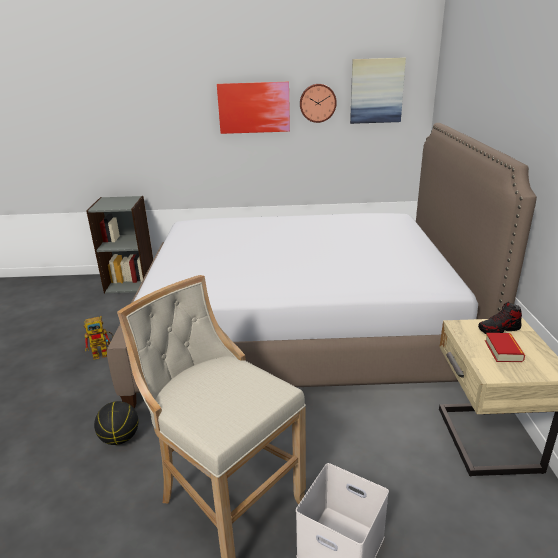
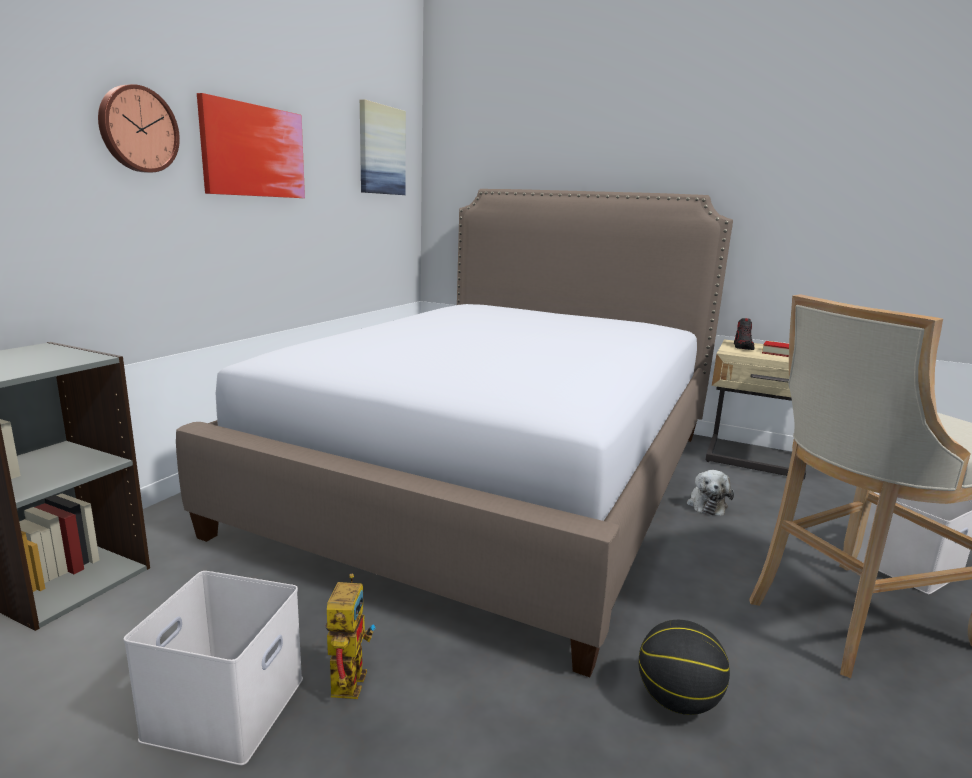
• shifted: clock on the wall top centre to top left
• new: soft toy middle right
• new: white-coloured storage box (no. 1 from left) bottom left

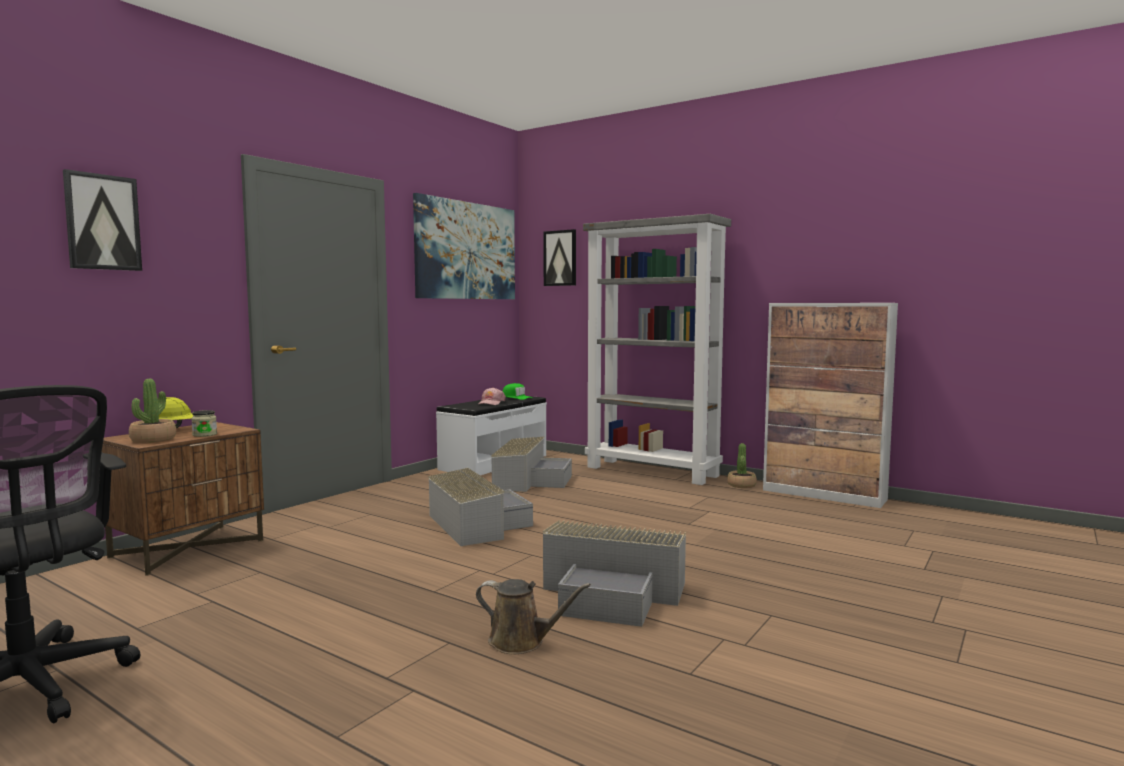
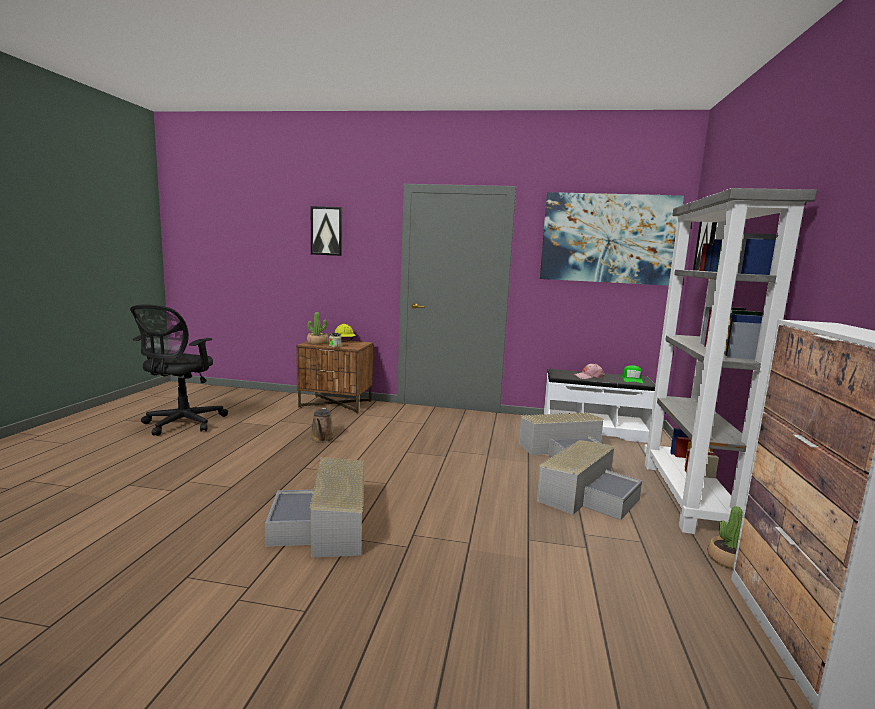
• shifted: gray storage box (no. 1 from left in the first image) centre to gray storage box (no. 3 from left) bottom right
• shifted: brownish watering can bottom centre to centre

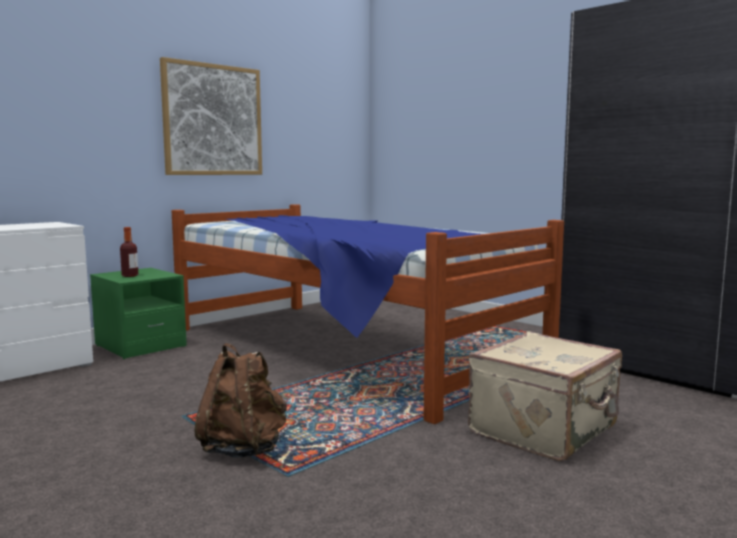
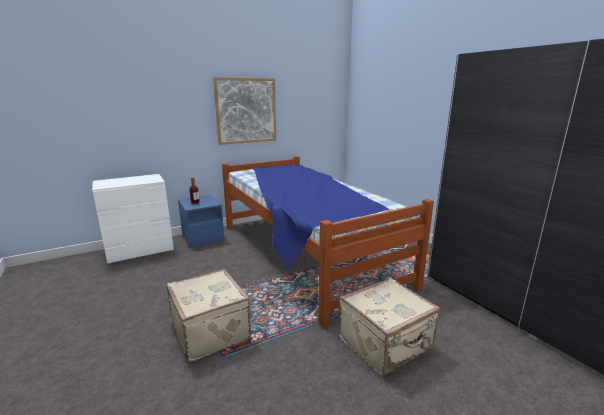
• repainted: green bedside table middle left to bluish bedside table middle left
• swapped: brownish rucksack bottom left to sand-coloured suitcase (no. 1 from left) bottom centre

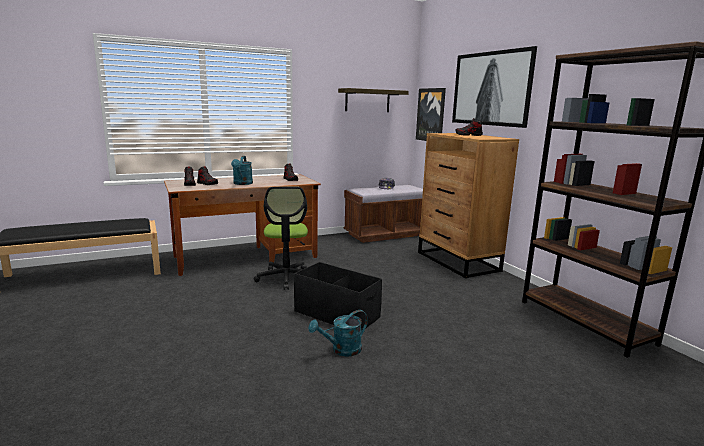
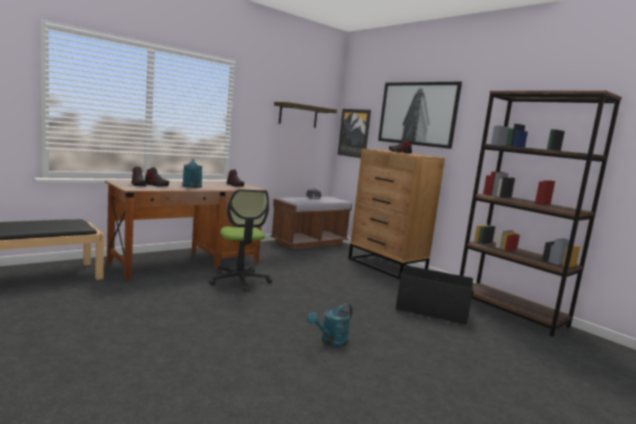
• shifted: blackish storage box centre to bottom right

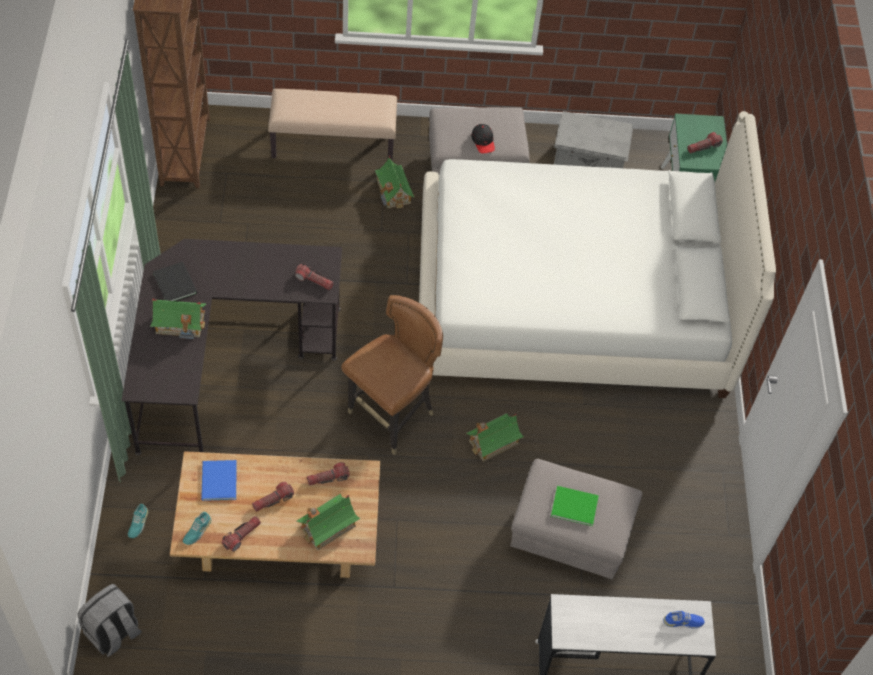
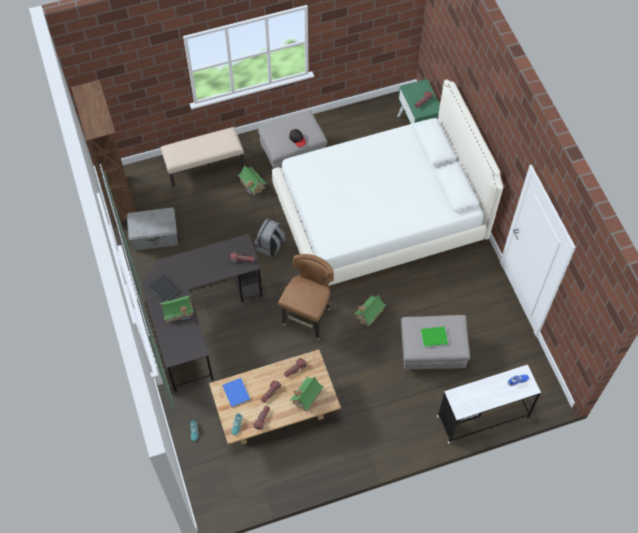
• shifted: gray storage box top right to middle left
• shifted: gray rucksack bottom left to centre

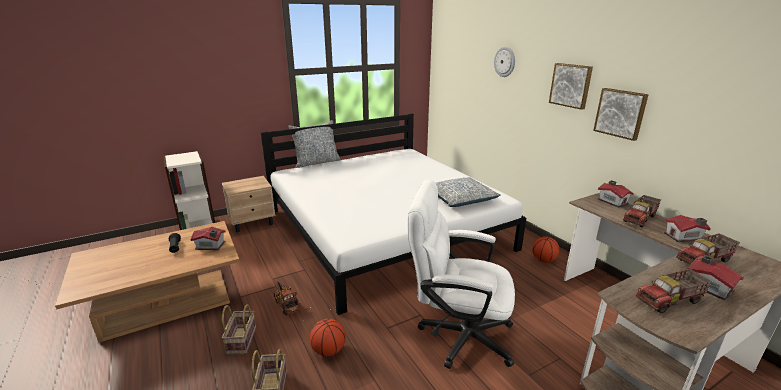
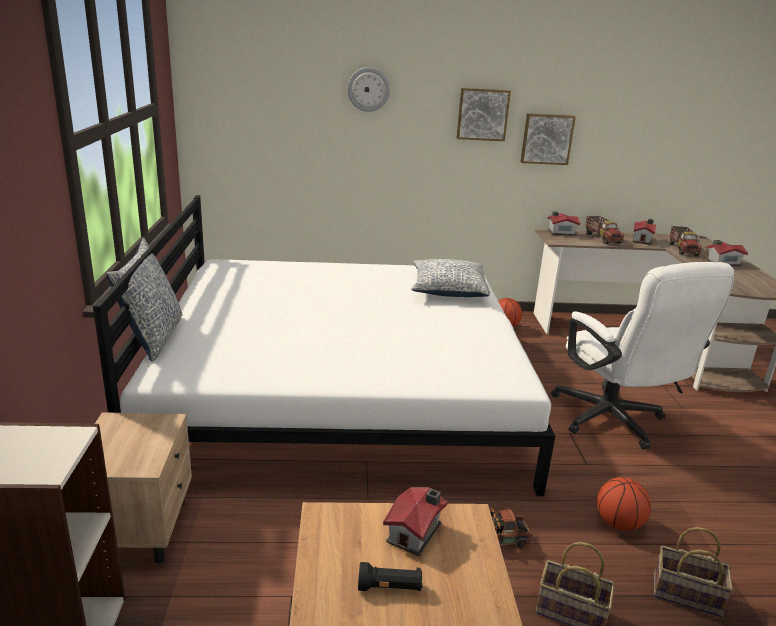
• rotated: white-coloured office chair bottom centre = middle right 60 degrees counterclockwise
• gone: model truck (no. 3 from left) bottom right

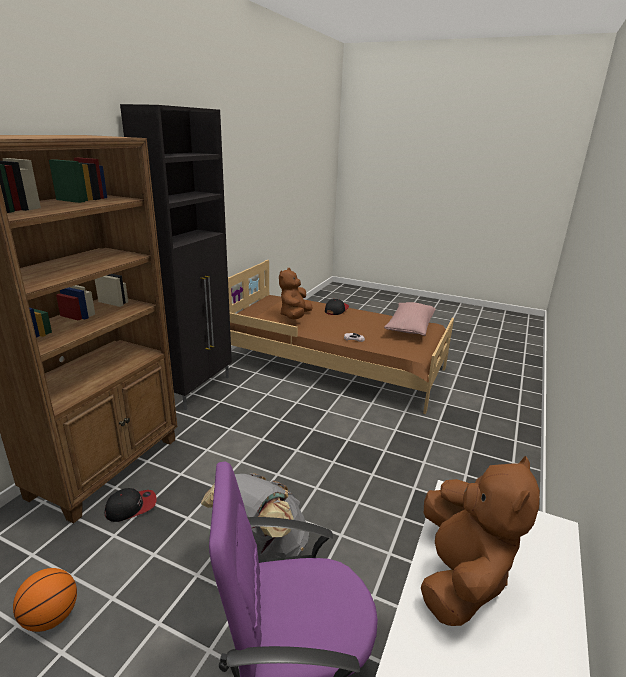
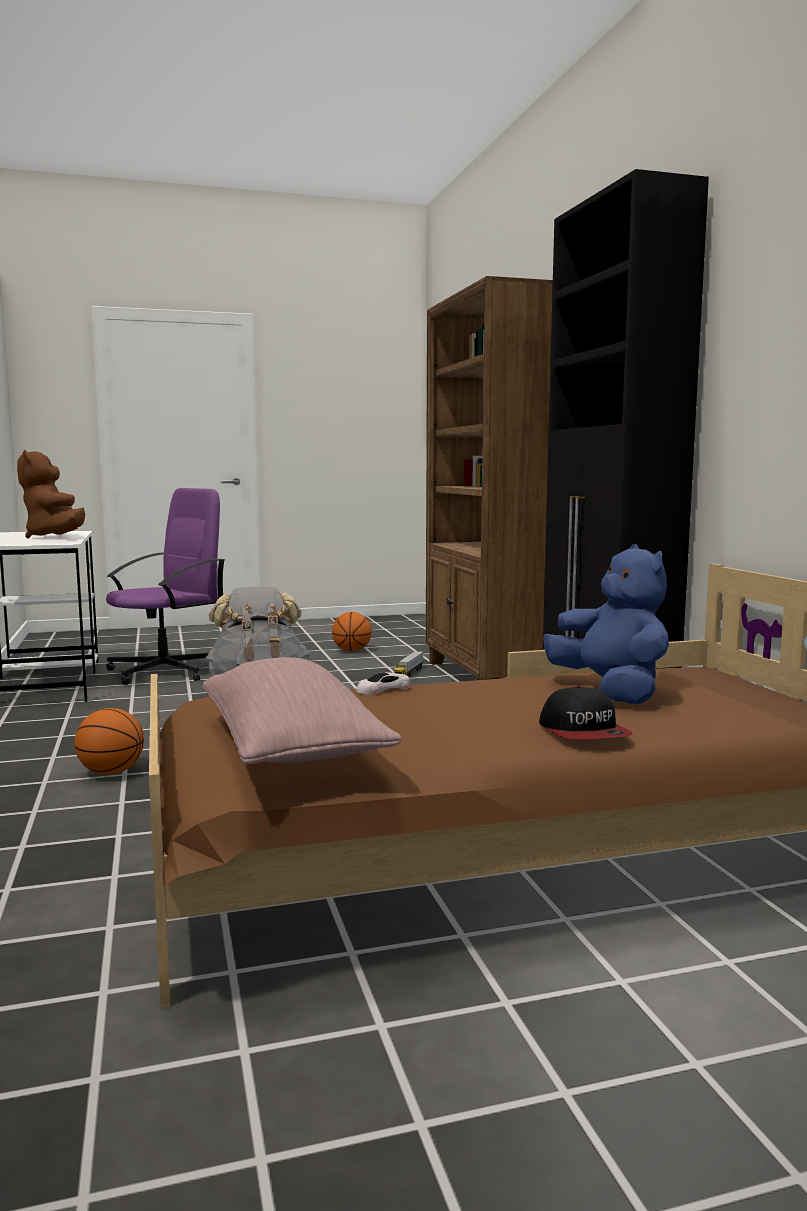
• repainted: brownish soft toy (no. 1 from left) centre to bluish soft toy middle right
• swapped: cap (no. 1 from left) bottom left to model truck centre
• new: basketball ball (no. 1 from left) middle left

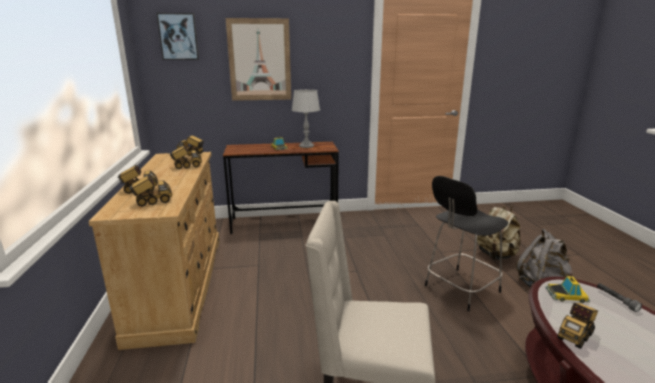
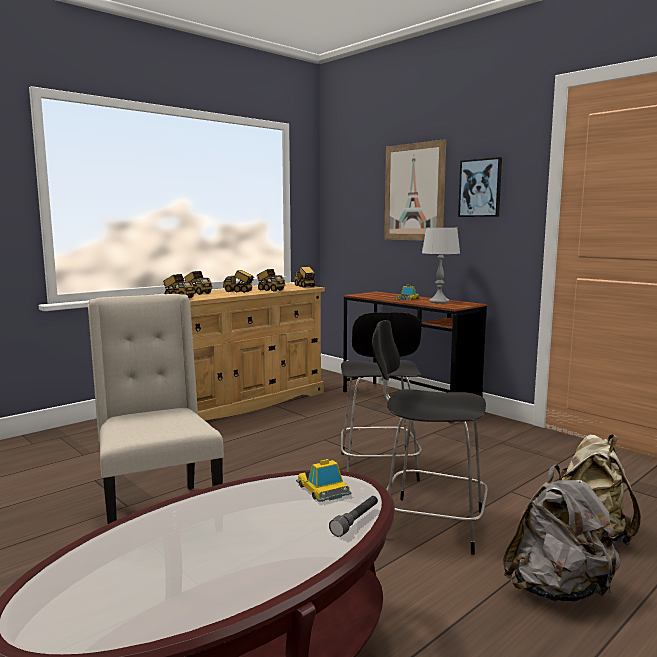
• shifted: wall picture (no. 1 from left in the first image) top left to wall picture (no. 2 from left) top right
• shifted: model truck (no. 5 from left in the first image) bottom right to model truck (no. 3 from left) centre
• new: blackish chair (no. 1 from left) centre

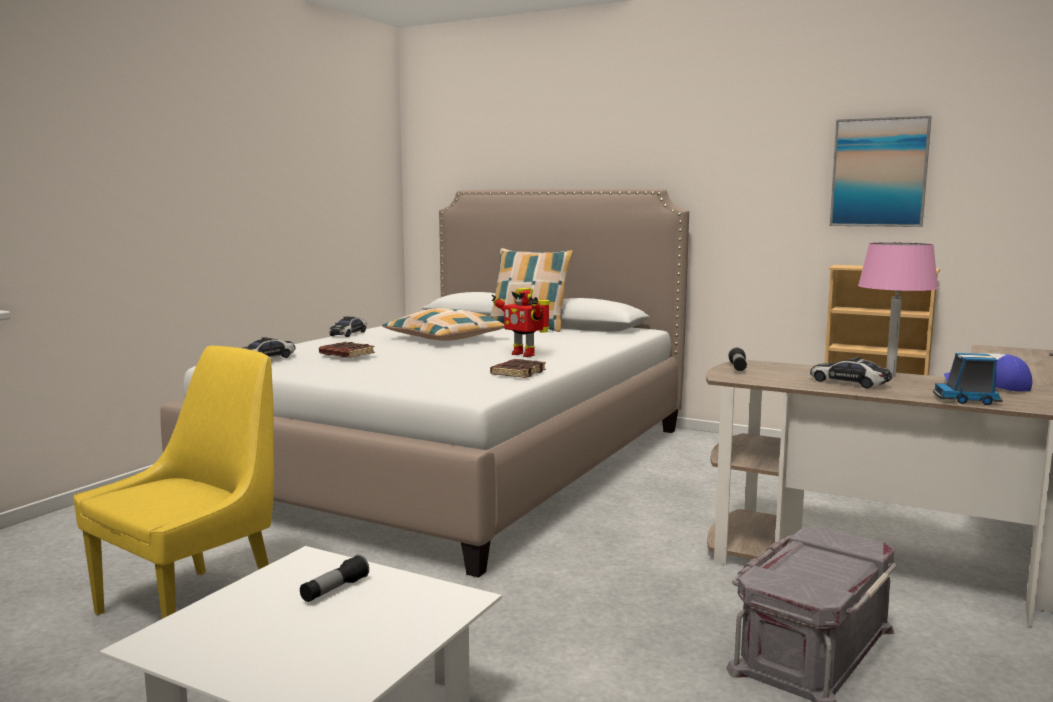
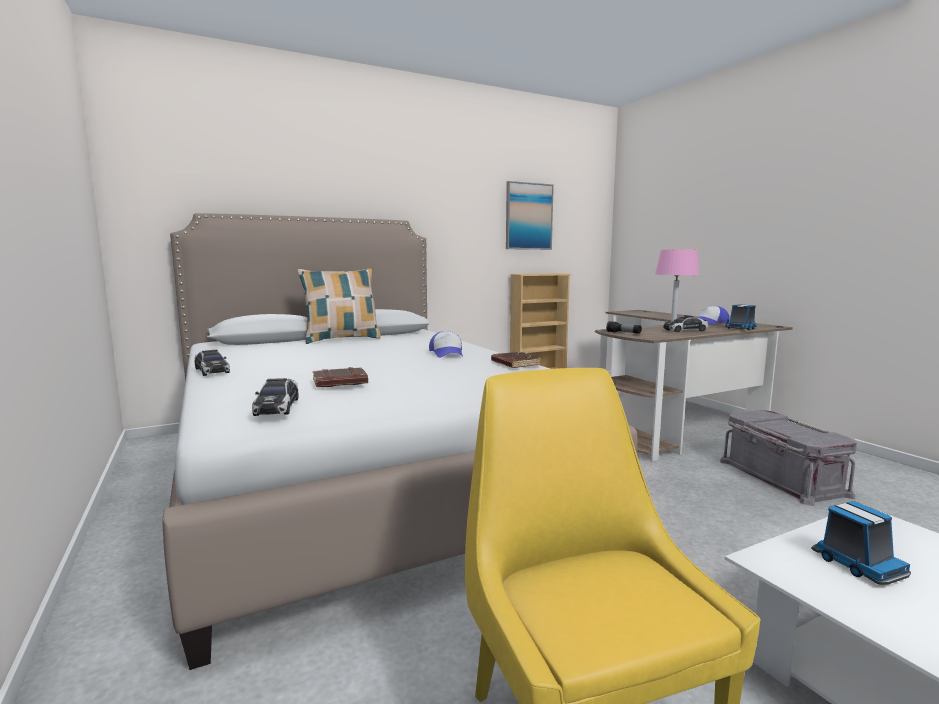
• swapped: toy robot centre to cap (no. 1 from left) centre
• gone: pillow (no. 1 from left) centre
• swapped: torch (no. 1 from left) bottom left to model truck (no. 2 from left) bottom right

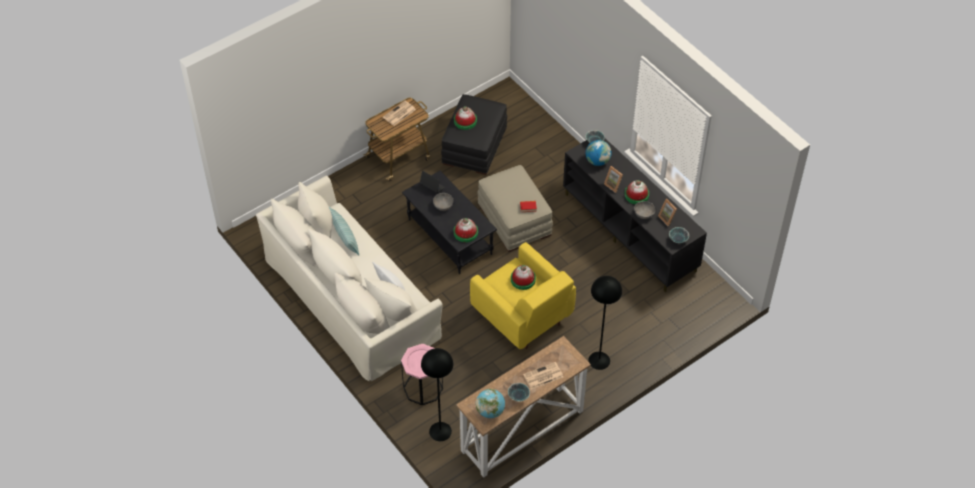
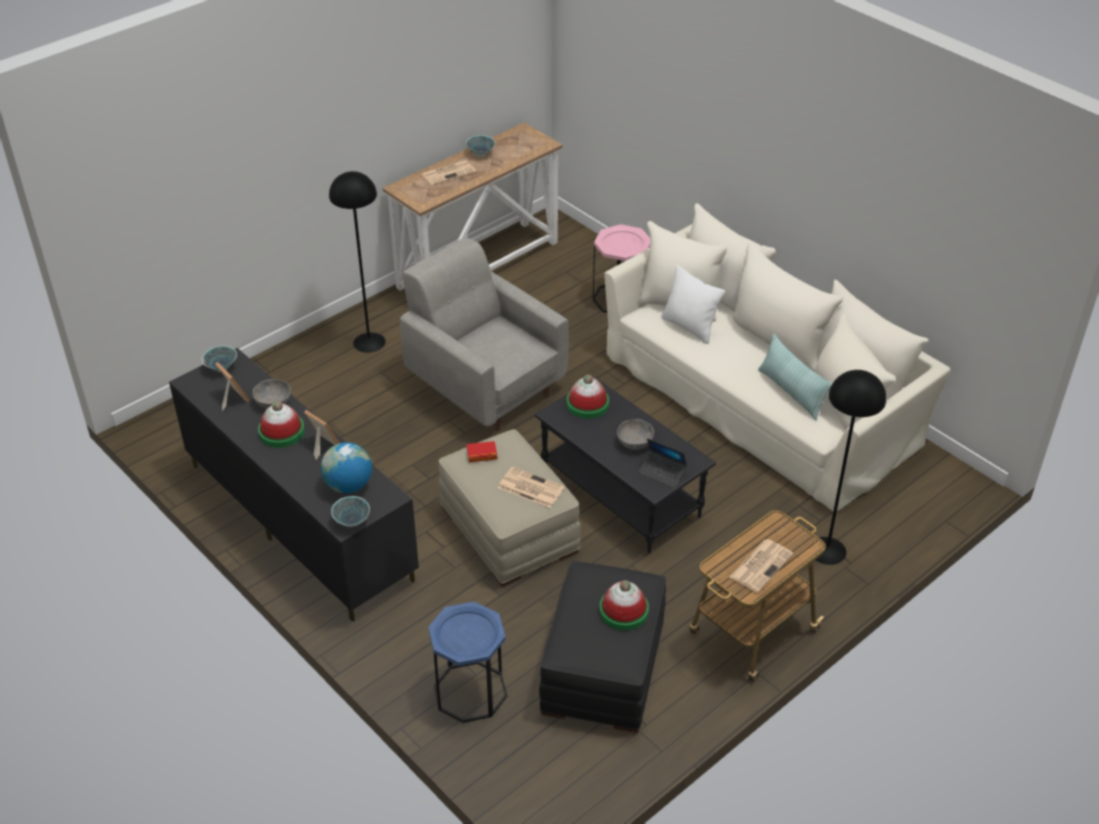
• repainted: yellowish armchair centre to gray armchair centre
• gone: wearable hat (no. 3 from left) centre
• shifted: blackish floor lamp (no. 1 from left in the first image) bottom centre to blackish floor lamp (no. 2 from left) middle right
• gone: globe (no. 1 from left) bottom centre
• new: newspaper (no. 2 from left) centre
• new: bluish accent table bottom centre

